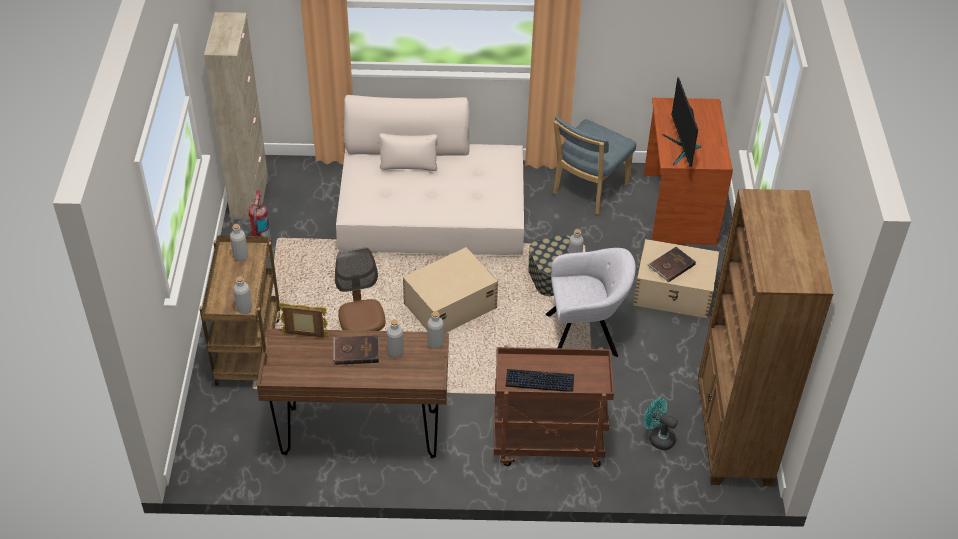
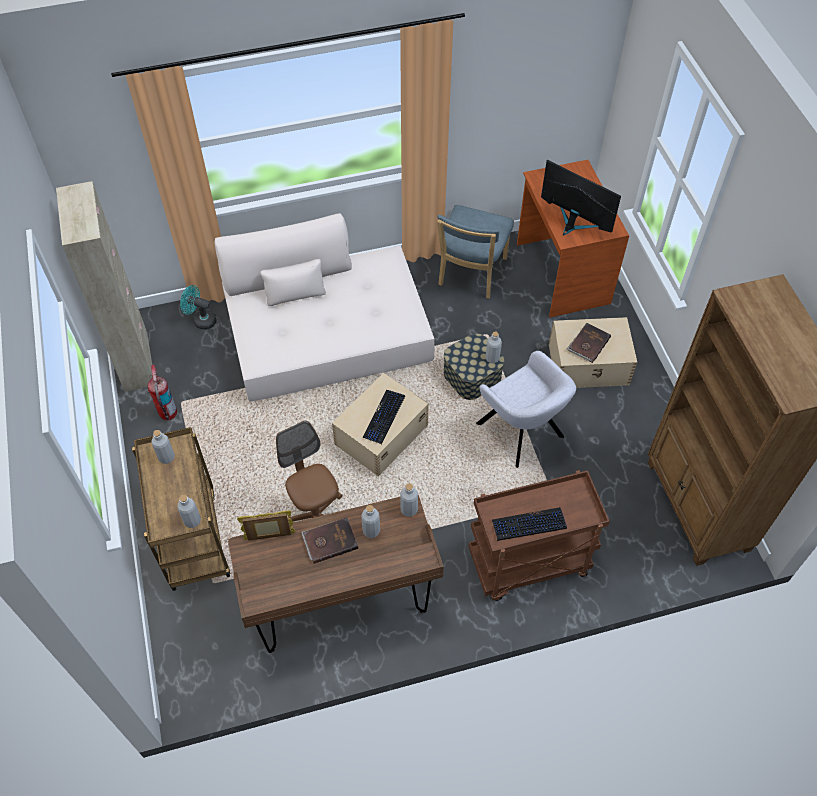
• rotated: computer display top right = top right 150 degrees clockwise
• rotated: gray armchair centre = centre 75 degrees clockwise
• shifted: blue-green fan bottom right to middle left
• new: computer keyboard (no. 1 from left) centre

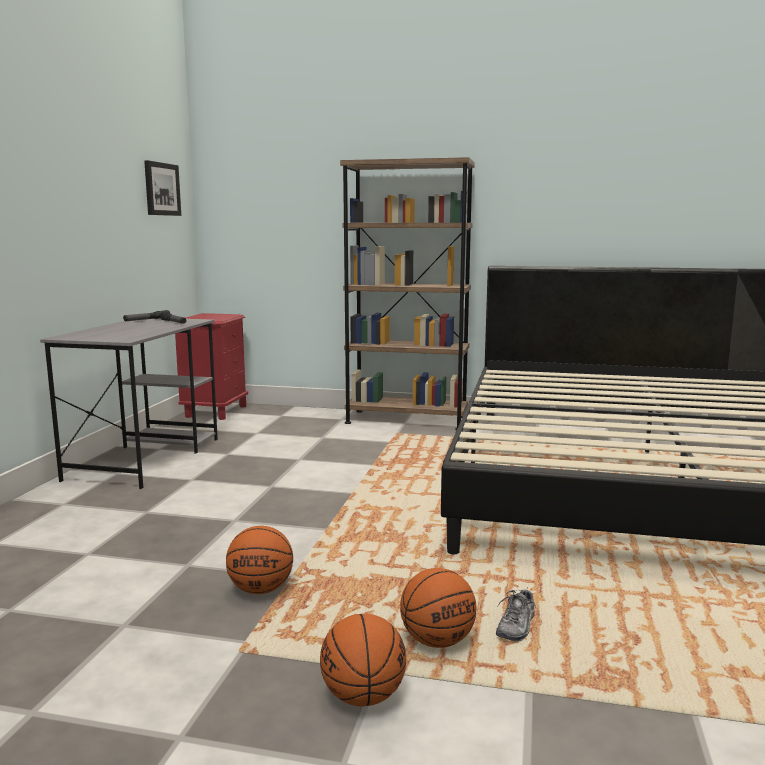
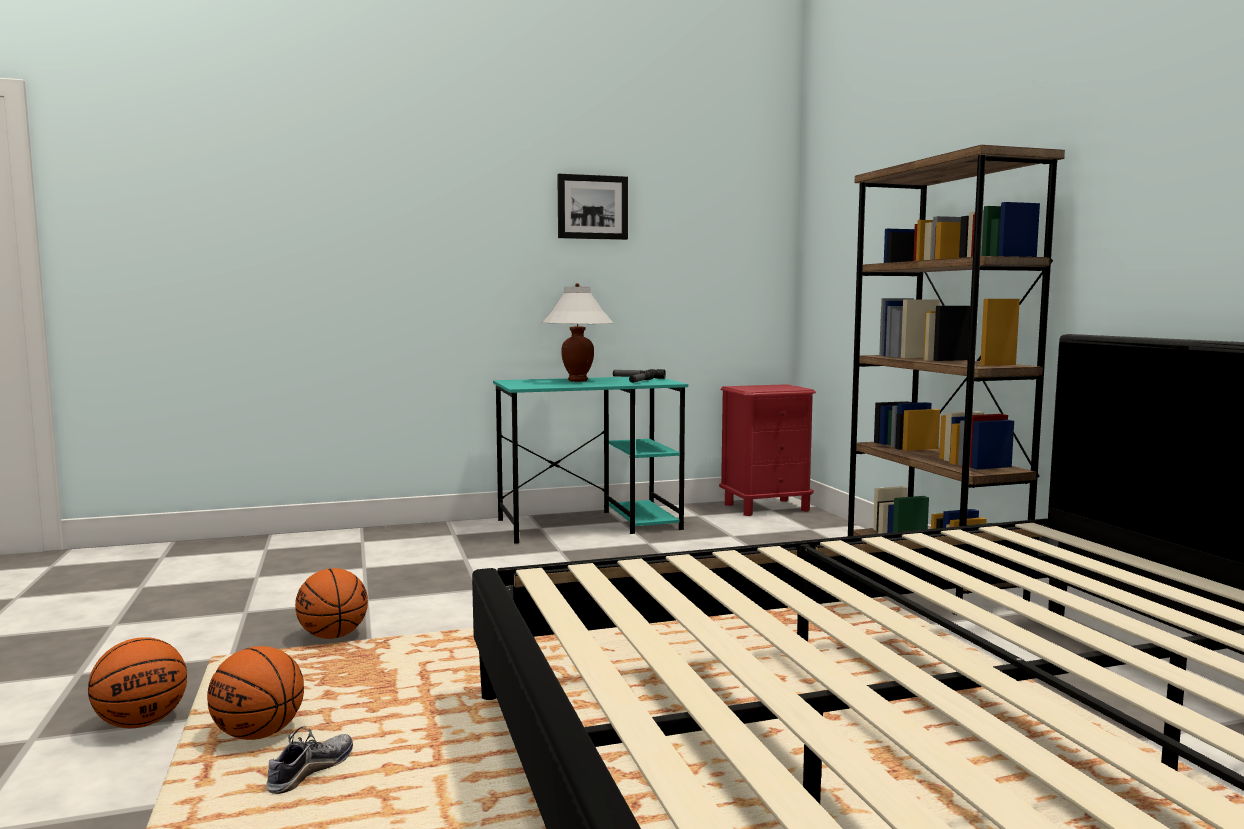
• shifted: wall picture top left to top centre
• repainted: gray desk middle left to blue-green desk centre
• rotated: low shoe bottom right = bottom left 120 degrees clockwise
• new: white-coloured tabletop lamp centre

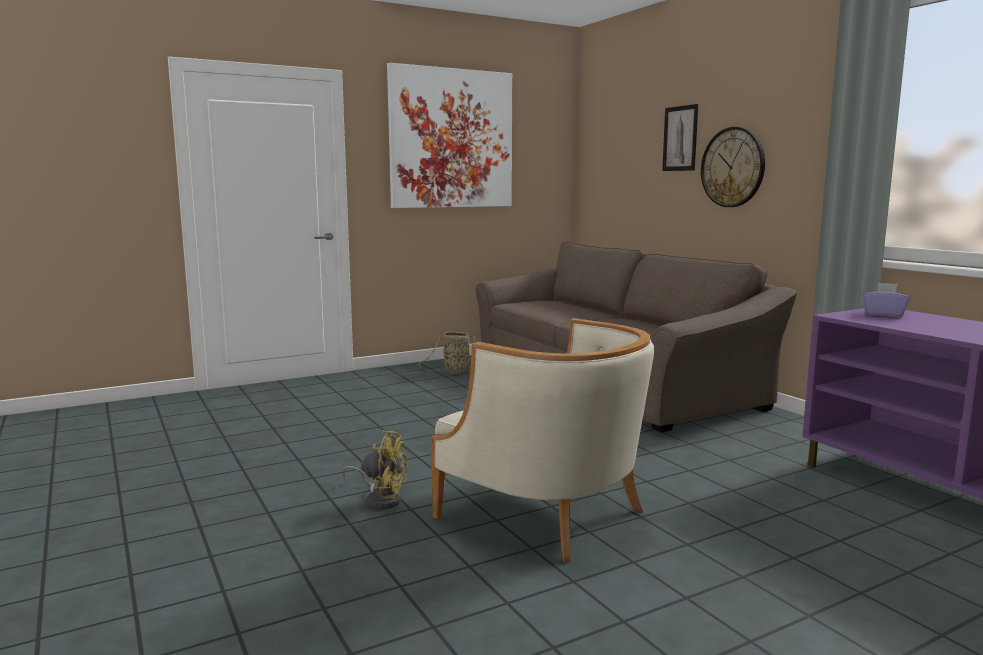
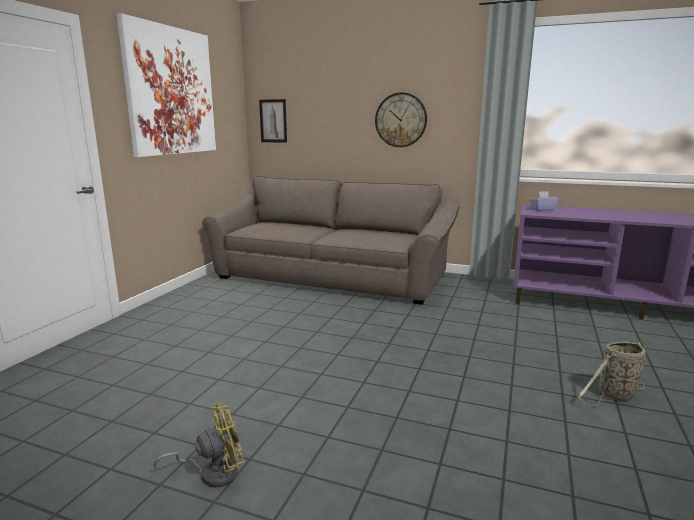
• shifted: wall picture (no. 2 from left) top right to top centre
• gone: sand-coloured armchair bottom centre
• shifted: storage basket centre to bottom right
• shifted: yellowish fan bottom centre to bottom left

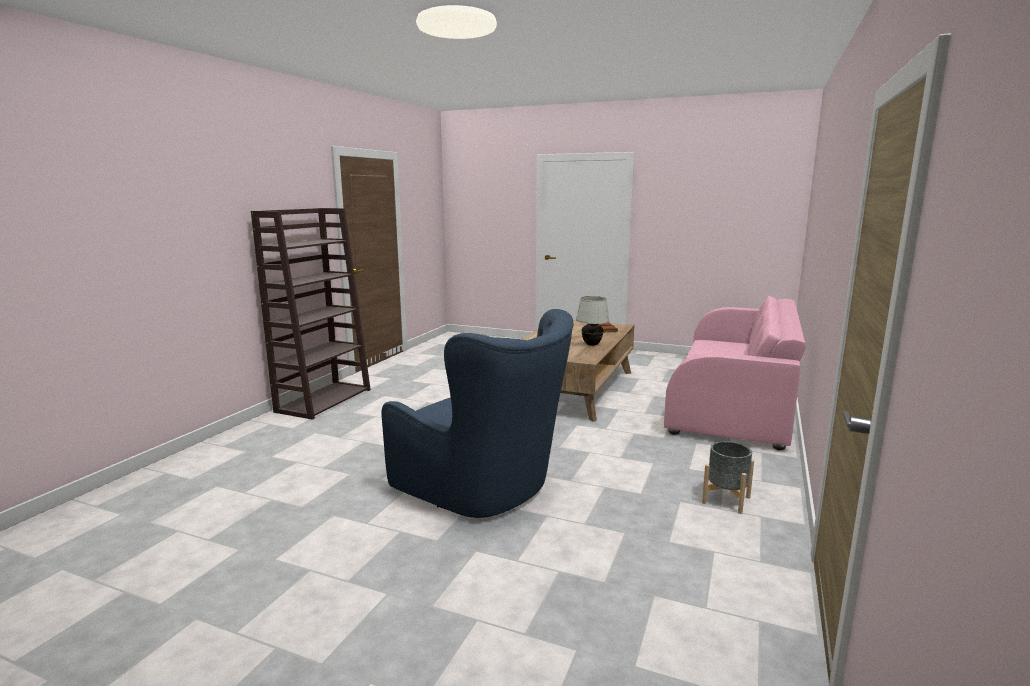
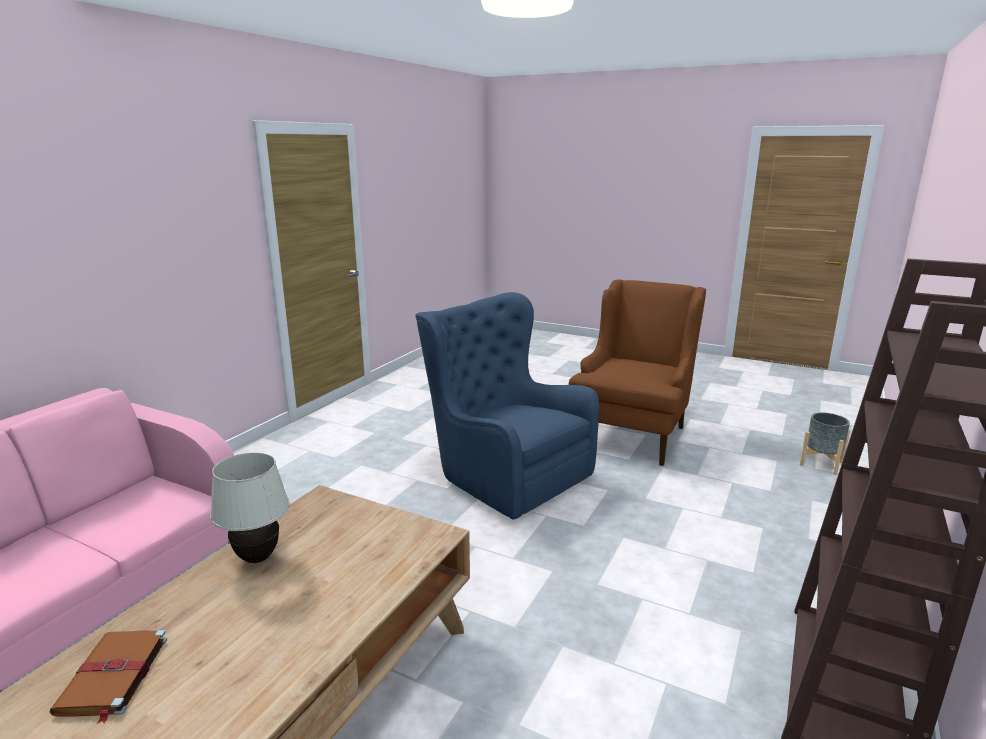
• shifted: gray plant pot bottom right to middle right
• new: brownish armchair centre

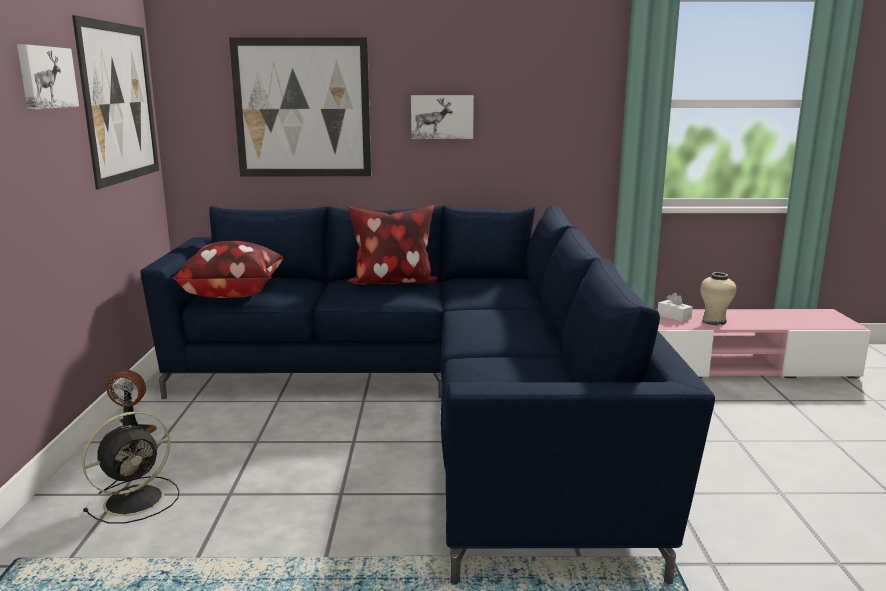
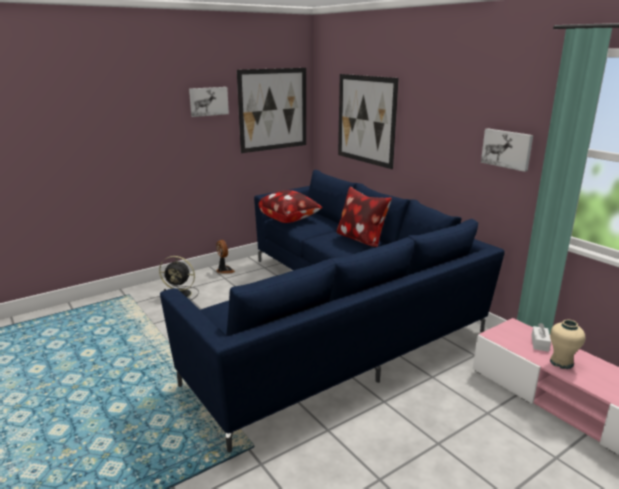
• shifted: wall picture (no. 4 from left) top centre to top right

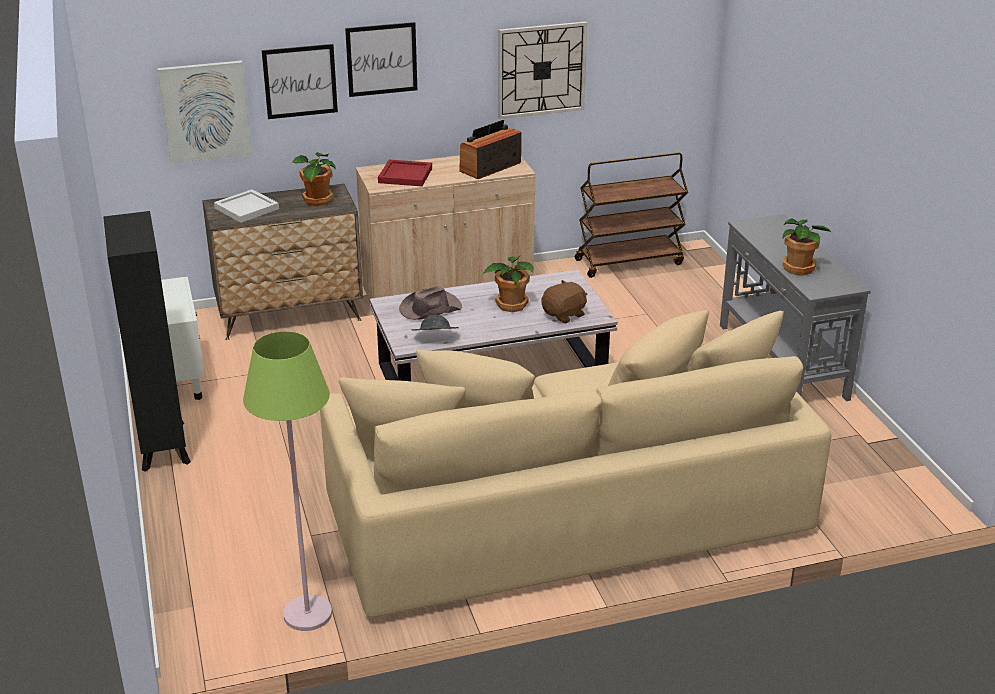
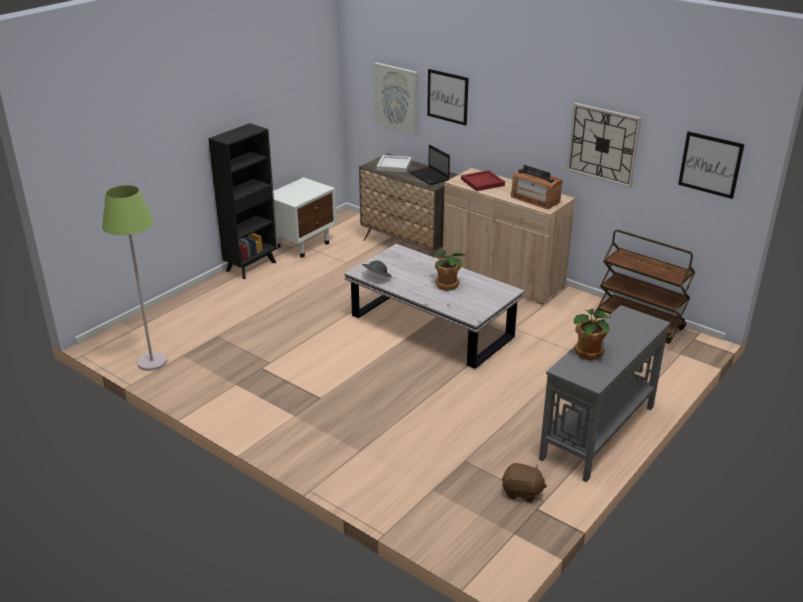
• shifted: wall picture (no. 3 from left) top centre to top right
• rotated: radio top centre = top right 150 degrees counterclockwise
• swapped: plant in a pot (no. 1 from left) top left to laptop top centre
• shifted: brownish soft toy centre to bottom centre
• gone: brownish wearable hat centre
• gone: sand-coloured couch bottom centre

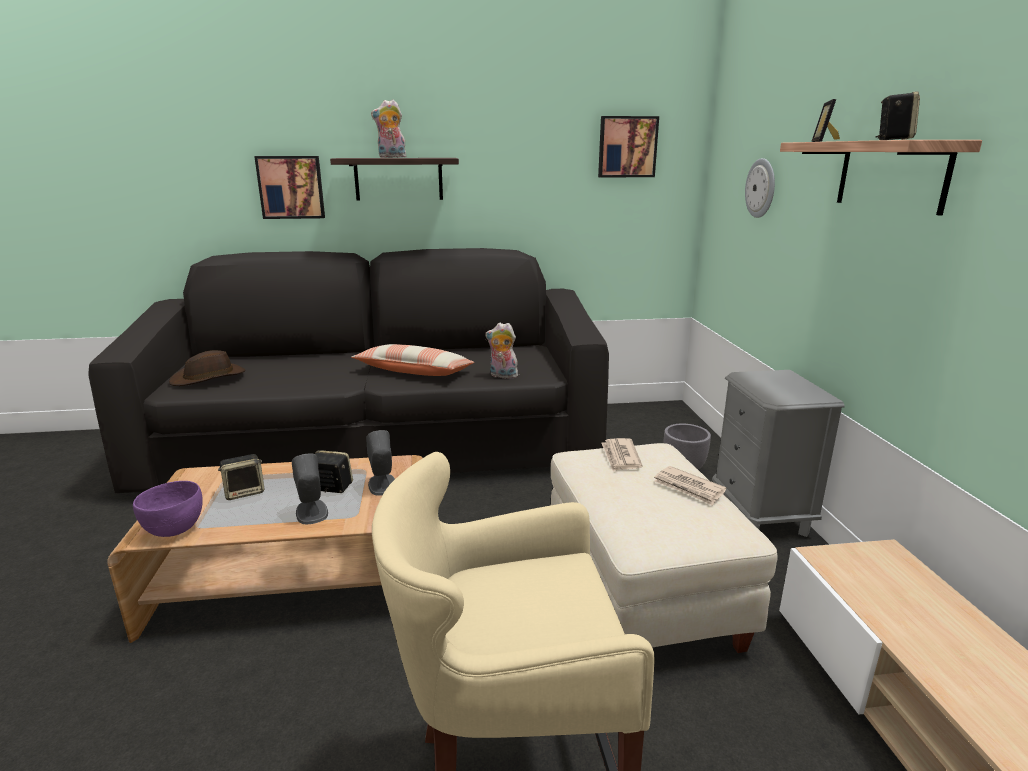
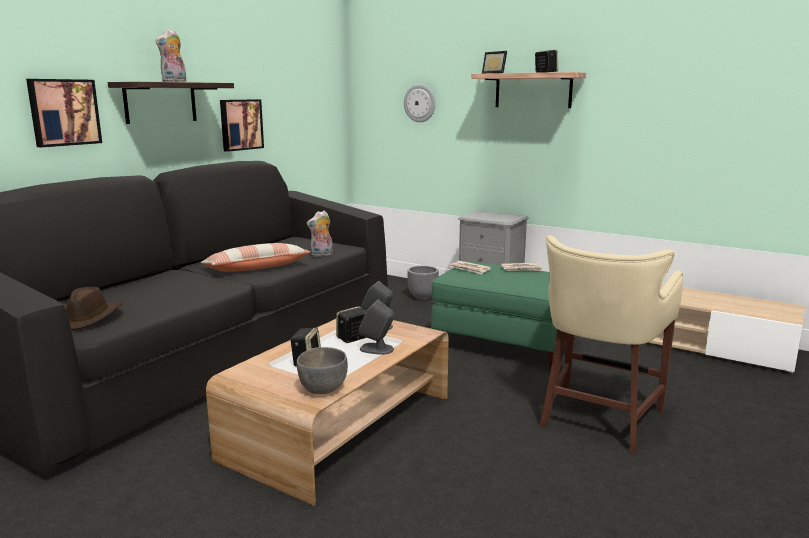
• shifted: wall picture (no. 2 from left) top centre to top left
• repainted: sand-coloured footrest bottom centre to green footrest centre
• repainted: purple serving bowl middle left to gray serving bowl bottom centre

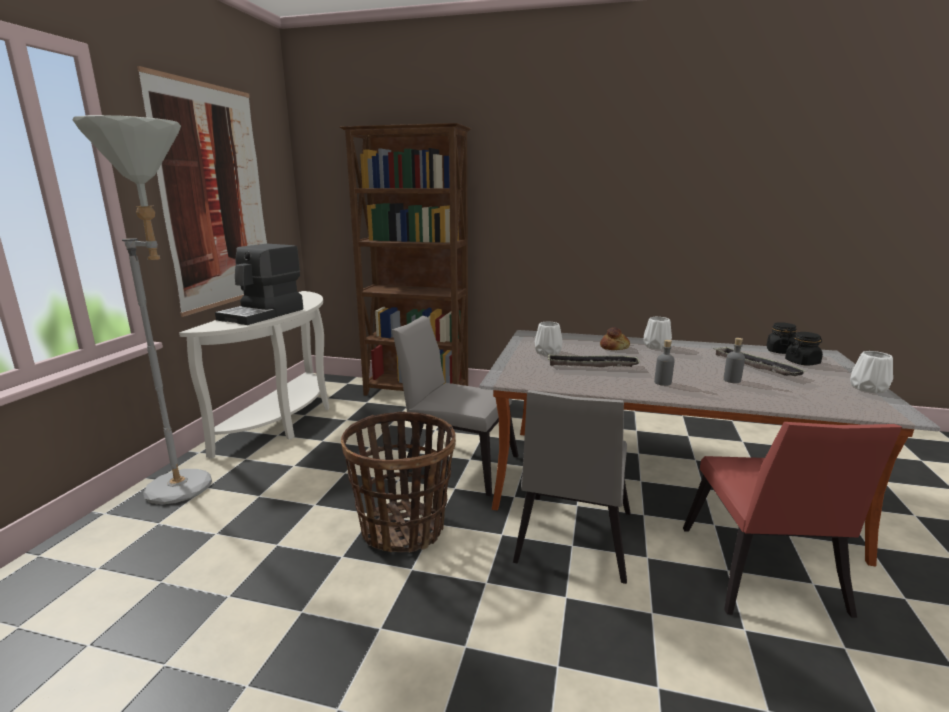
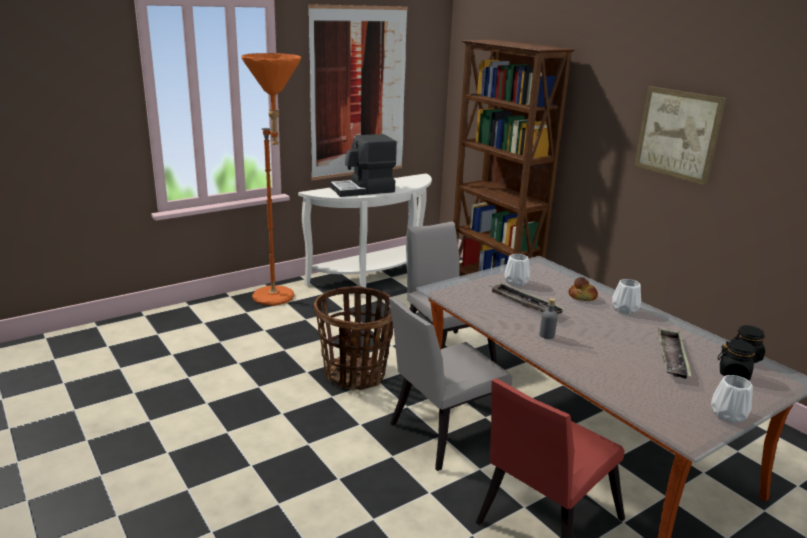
• repainted: gray floor lamp middle left to orange-coloured floor lamp top centre
• gone: gray beverage bottle (no. 2 from left) middle right
• new: wall picture (no. 2 from left) top right

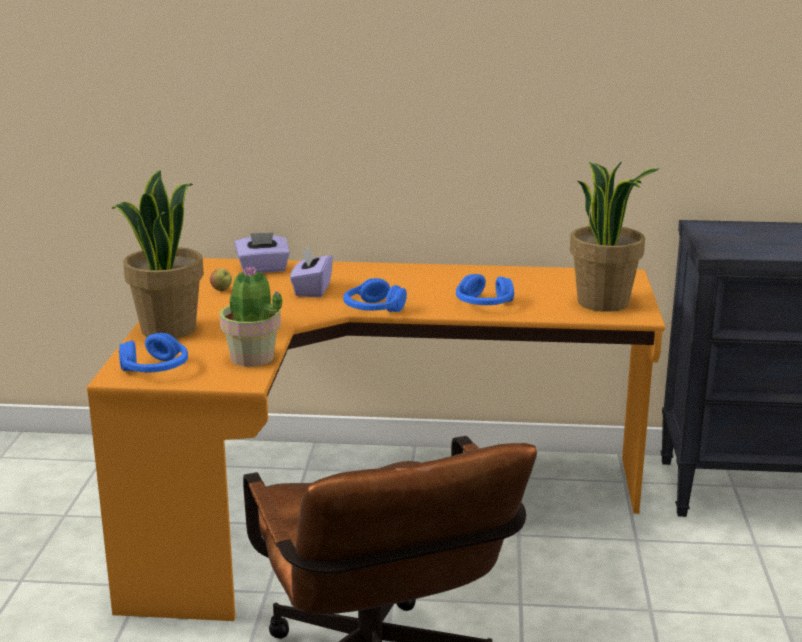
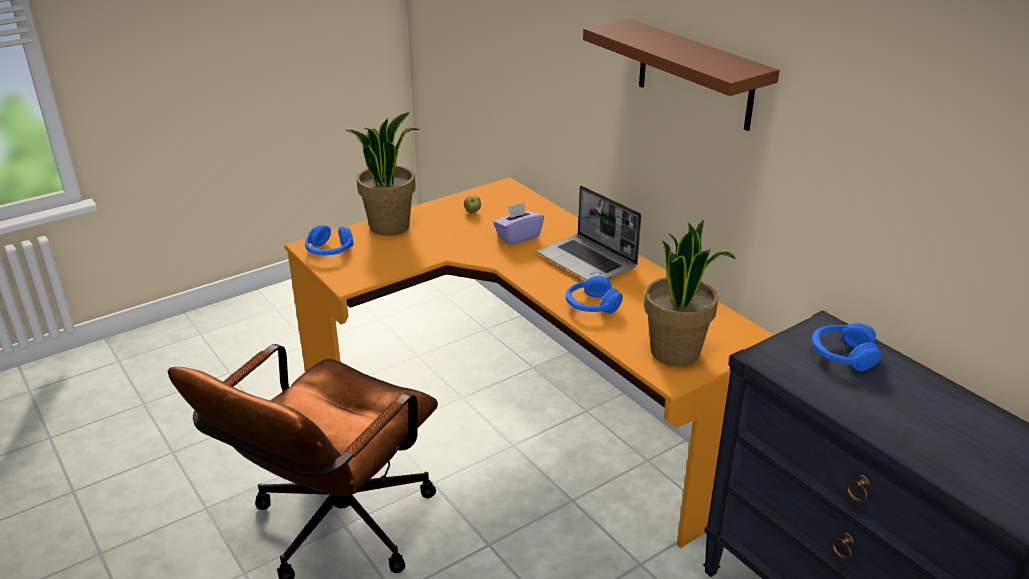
• gone: purple box of tissues (no. 1 from left) middle left
• gone: plant in a pot (no. 2 from left) middle left
• shifted: bluish pair of headphones (no. 2 from left in the first image) centre to bluish pair of headphones (no. 3 from left) middle right
• new: brownish wall shelf top centre
• new: laptop centre

